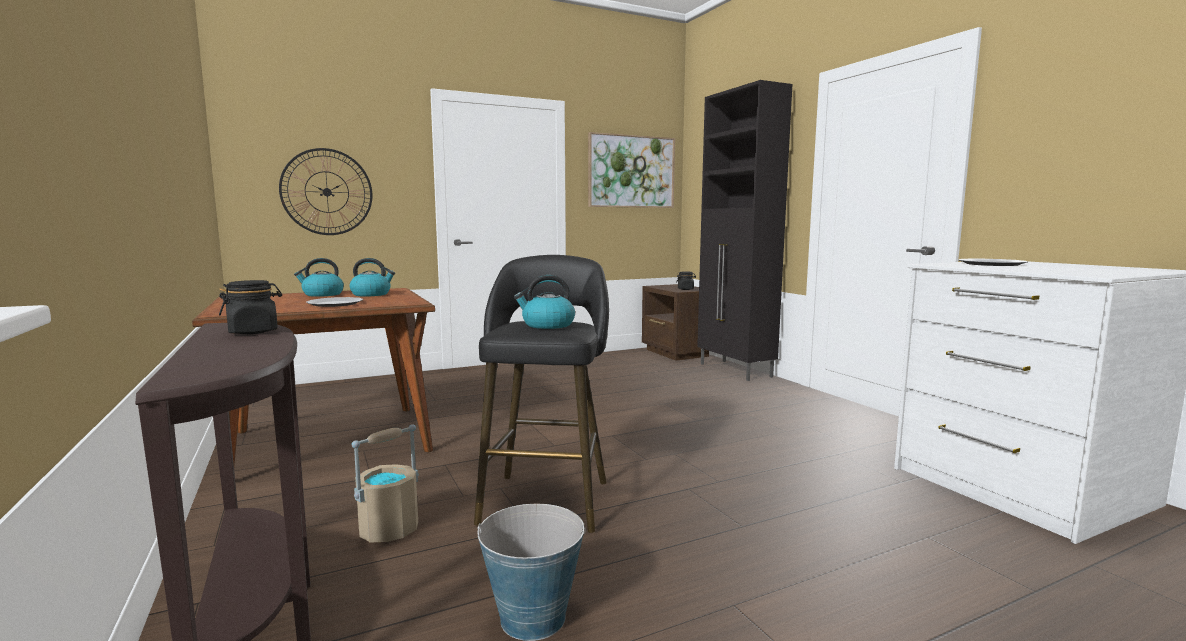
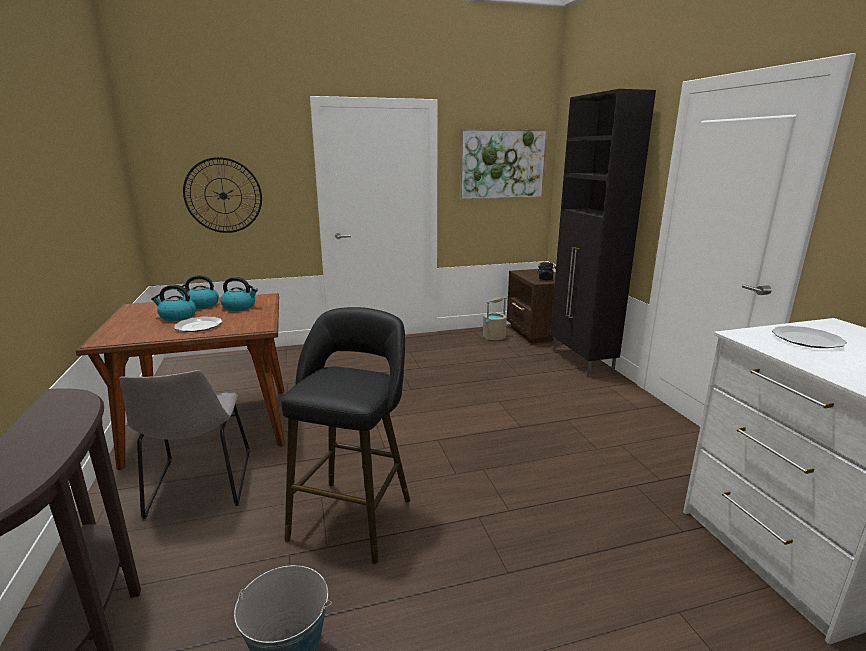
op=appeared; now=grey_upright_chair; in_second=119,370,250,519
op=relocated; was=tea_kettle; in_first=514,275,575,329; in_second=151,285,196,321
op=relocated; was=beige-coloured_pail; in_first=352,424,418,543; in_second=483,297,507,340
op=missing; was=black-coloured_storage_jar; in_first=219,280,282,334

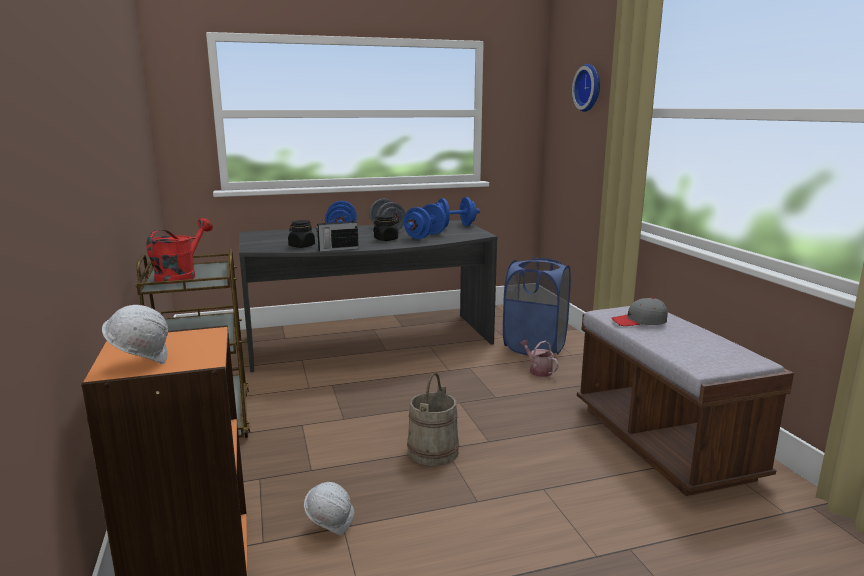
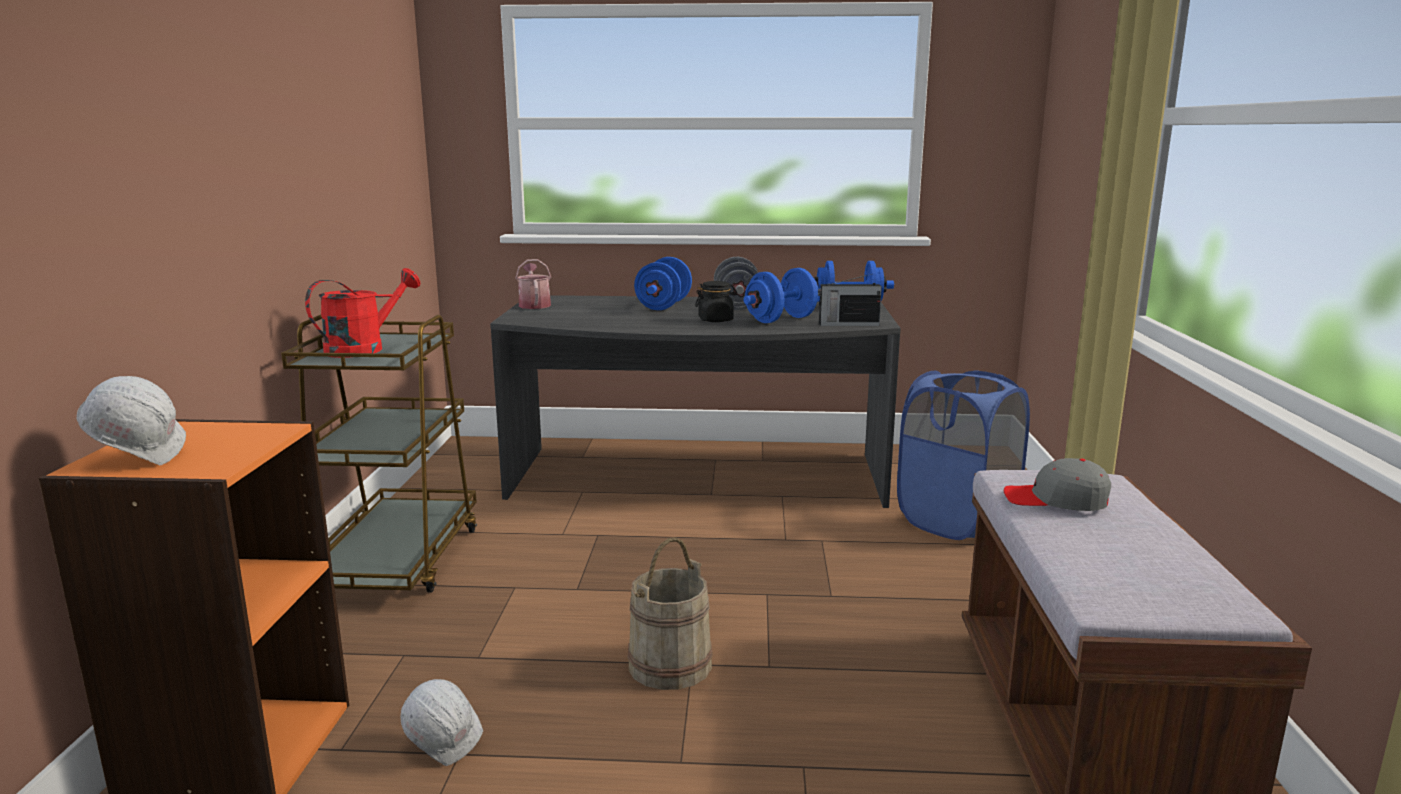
op=relocated; was=watering_pot; in_first=519,340,559,377; in_second=516,259,551,309
op=relocated; was=radio_set; in_first=316,216,359,252; in_second=818,274,882,326
op=missing; was=black-coloured_storage_jar; in_first=288,220,315,248
op=missing; was=wall_clock; in_first=572,64,600,112

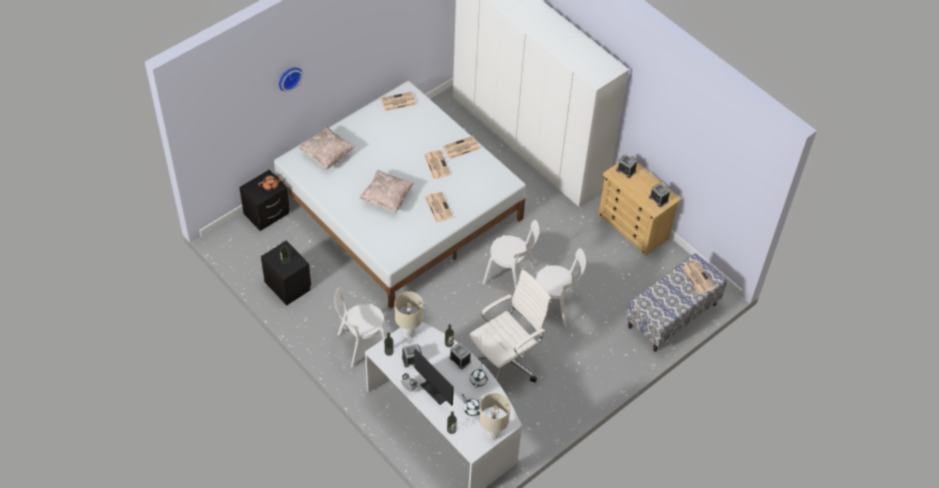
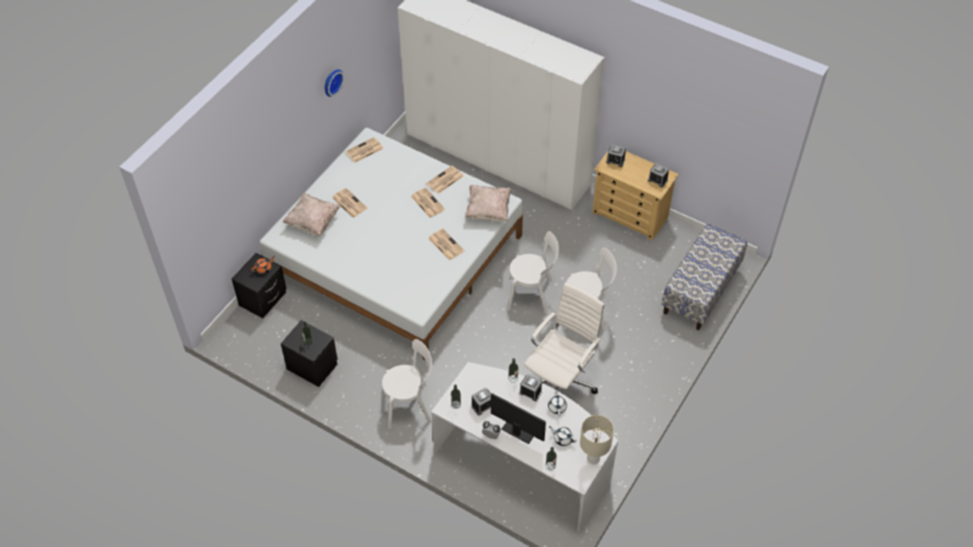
op=relocated; was=wall_clock; in_first=279,67,303,92; in_second=325,69,344,97
op=relocated; was=printed_paper; in_first=682,261,715,294; in_second=332,188,367,218
op=spun; was=white_upright_chair; in_first=334,287,386,368; in_second=382,339,432,429; clockwise=-150
op=relocated; was=beige-coloured_cushion; in_first=359,170,414,213; in_second=465,185,511,221
op=missing; was=beige-coloured_lamp_for_a_table; in_first=394,291,423,339

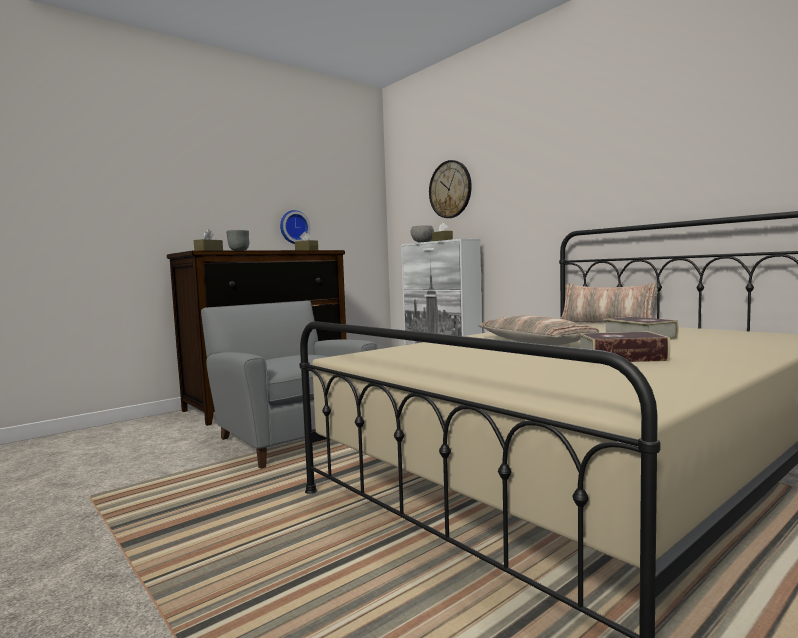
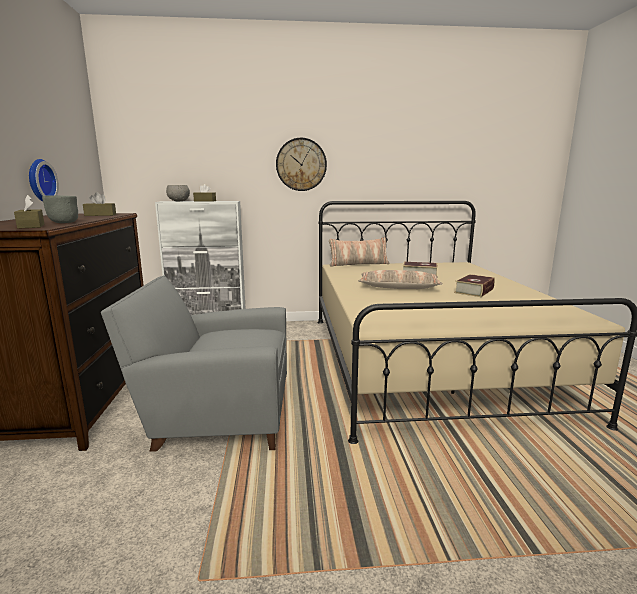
op=relocated; was=wall_clock; in_first=429,160,472,218; in_second=276,138,327,191

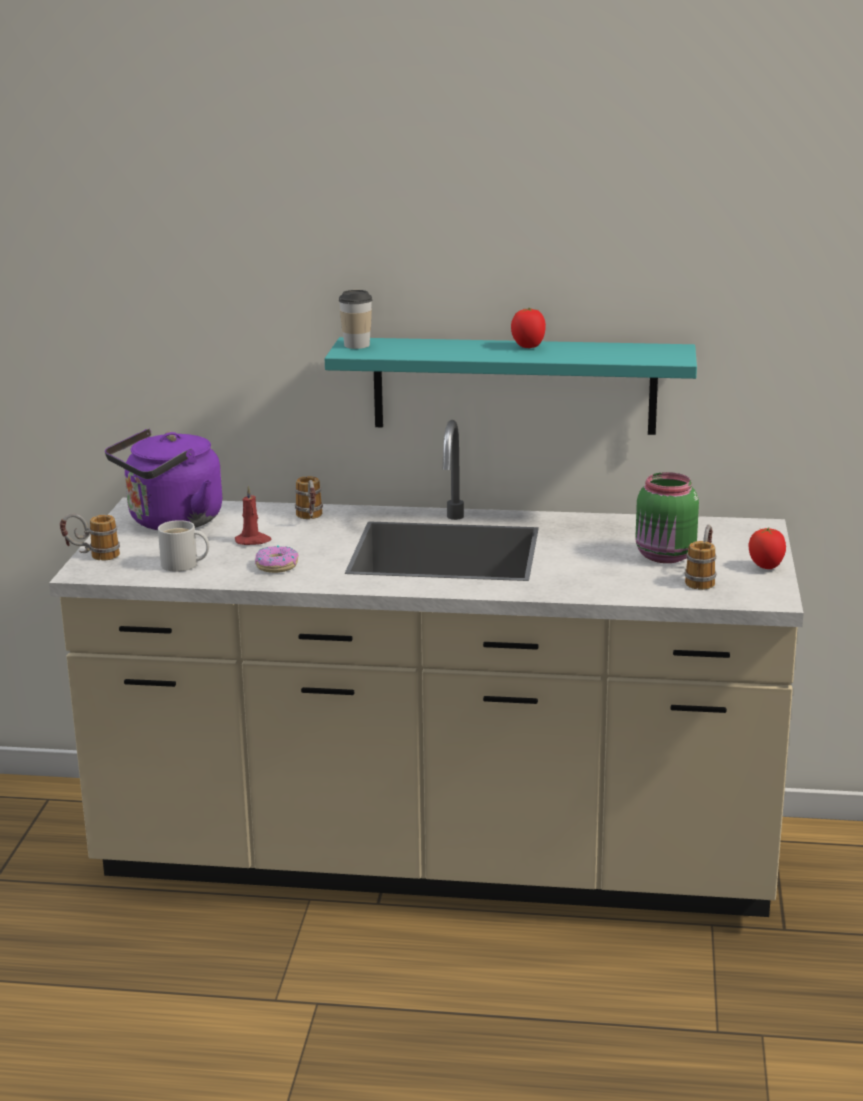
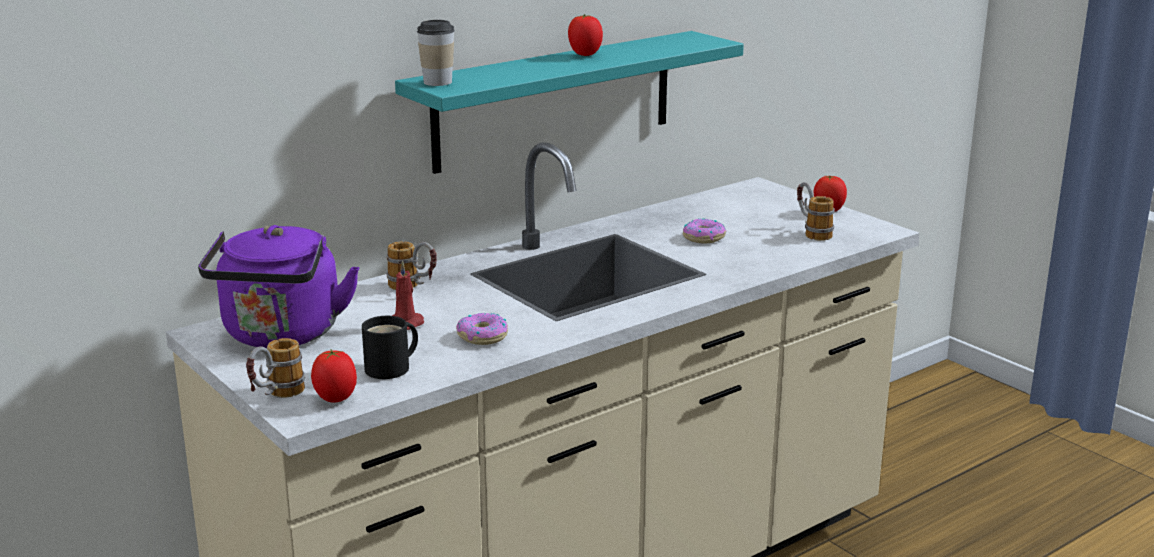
op=appeared; now=whole_tomato; in_second=311,350,357,403
op=colour; was=white_mug; now=black-coloured_mug; in_first=158,520,209,572; in_second=362,316,418,379
op=appeared; now=ring_doughnut; in_second=683,219,727,243
op=missing; was=green-coloured_storage_jar; in_first=635,472,699,563

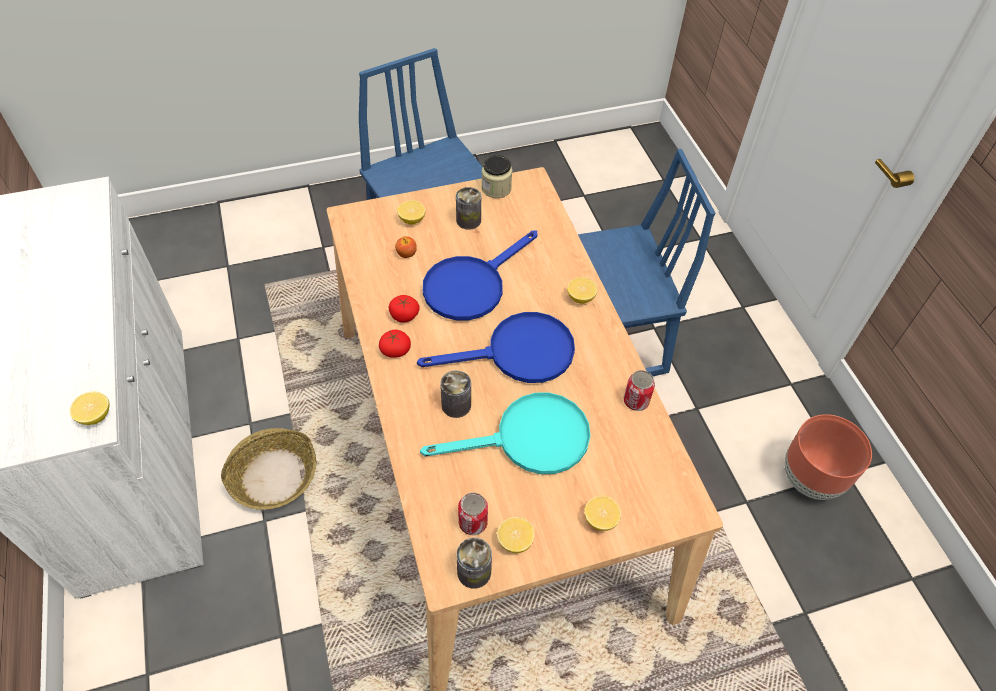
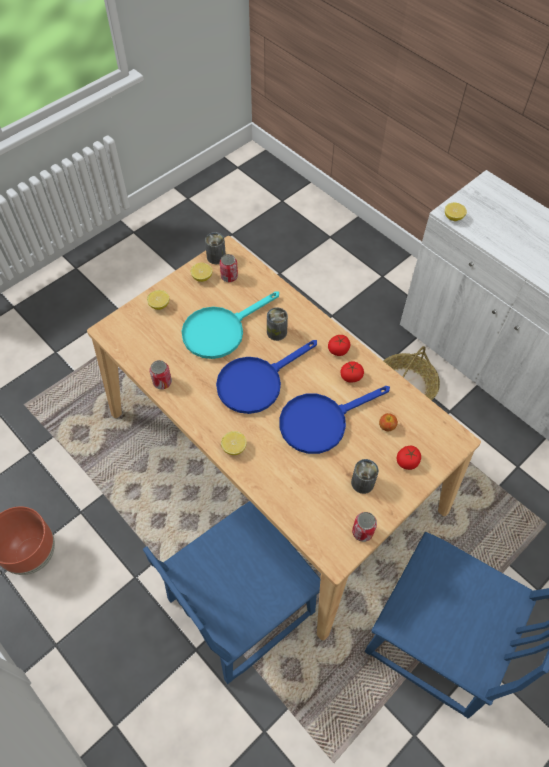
op=spun; was=bluish_frying_pan; in_first=423,230,537,320; in_second=280,386,390,454; clockwise=-135
op=exchanged; was=storage_jar; now=metal_can; in_first=481,155,512,198; in_second=352,512,377,542
op=exchanged; was=lemon; now=whole_tomato; in_first=397,200,425,225; in_second=397,446,421,470

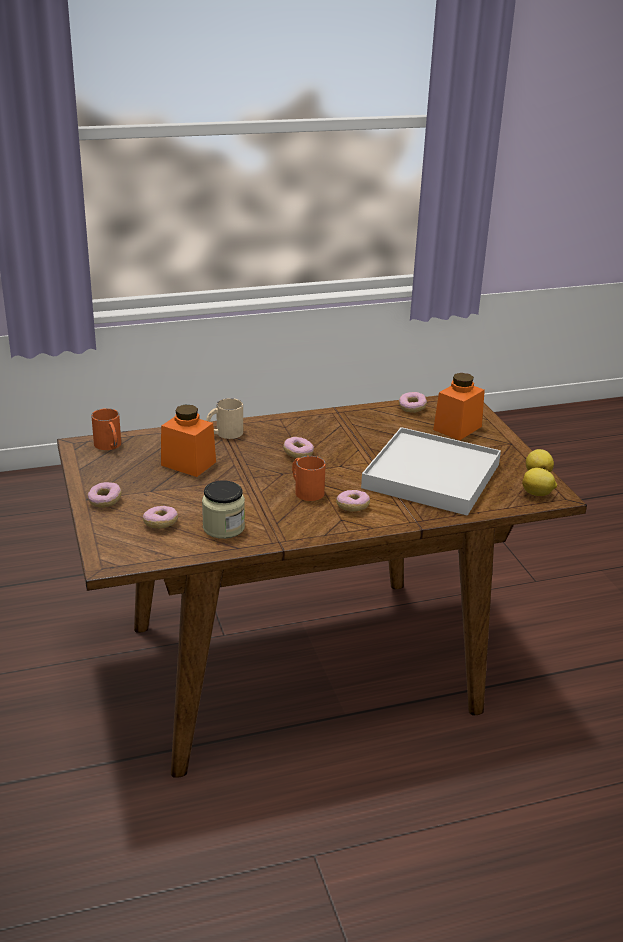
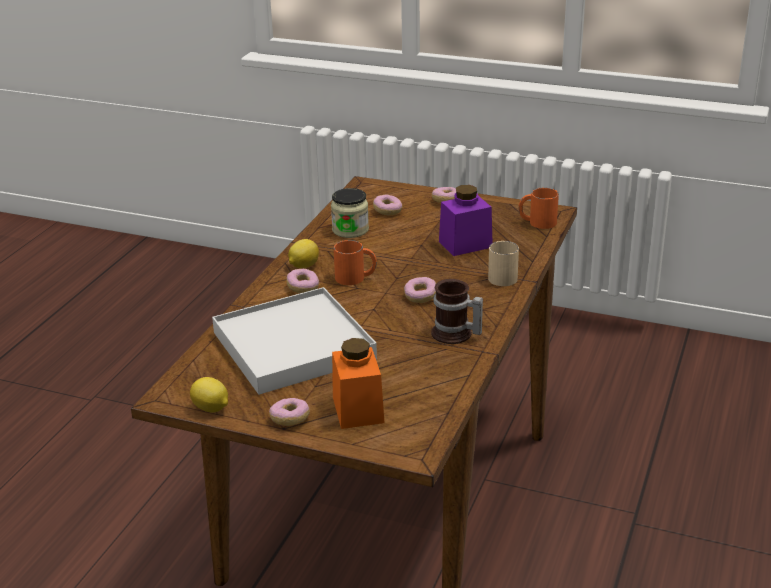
op=relocated; was=ring_doughnut; in_first=399,392,427,413; in_second=269,398,310,426
op=relocated; was=lemon; in_first=522,468,557,496; in_second=288,239,319,268
op=appeared; now=mug; in_second=431,279,483,344
op=colour; was=orange-coloured_storage_jar; now=purple_storage_jar; in_first=161,405,216,477; in_second=439,185,492,256

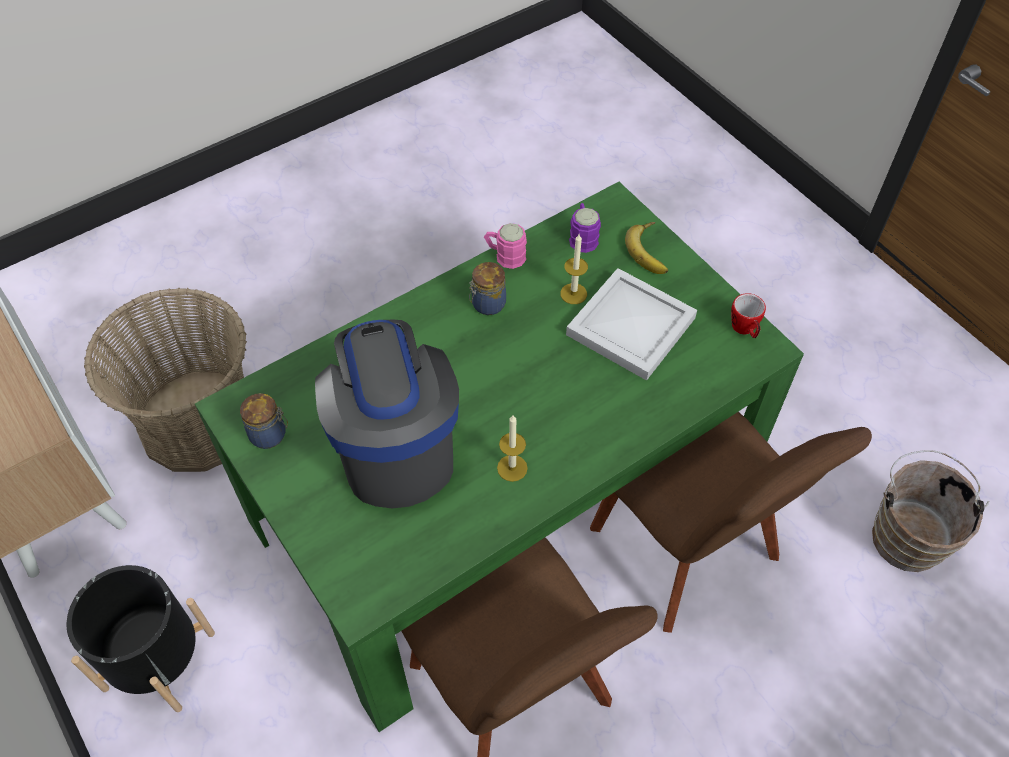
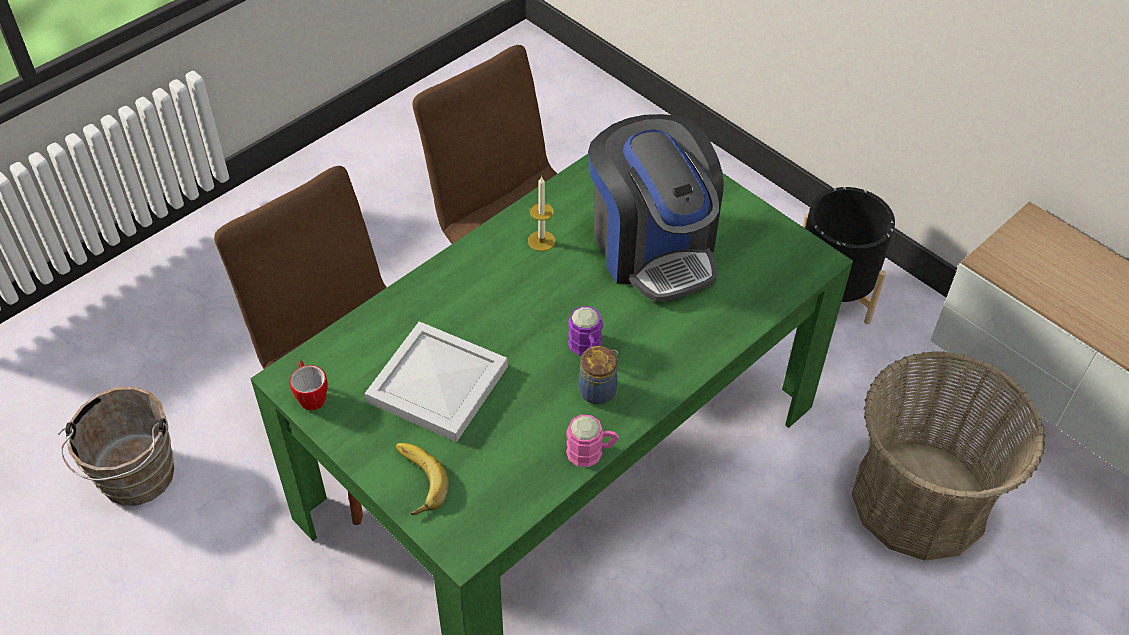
op=relocated; was=purple_mug; in_first=569,203,601,253; in_second=568,306,603,356
op=missing; was=storage_jar; in_first=240,393,288,449
op=missing; was=candle; in_first=560,234,588,304

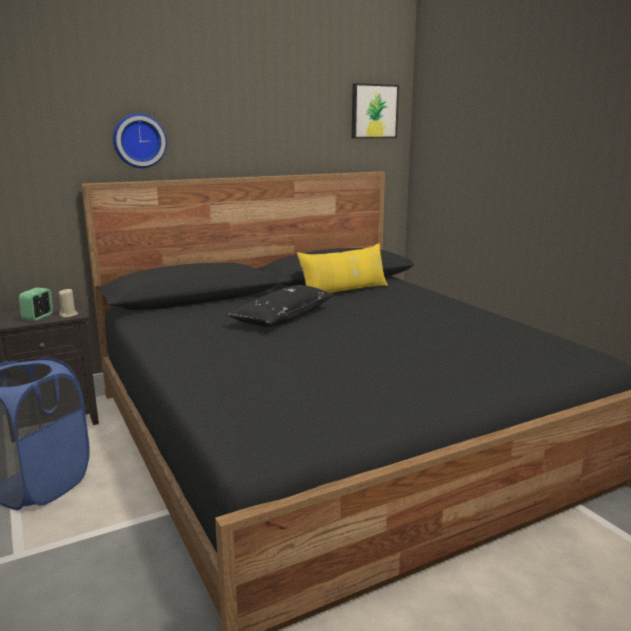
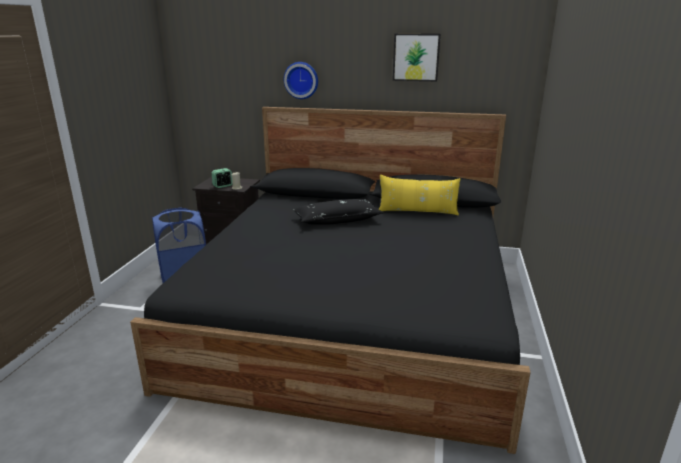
op=relocated; was=picture; in_first=352,83,399,139; in_second=393,34,441,81

